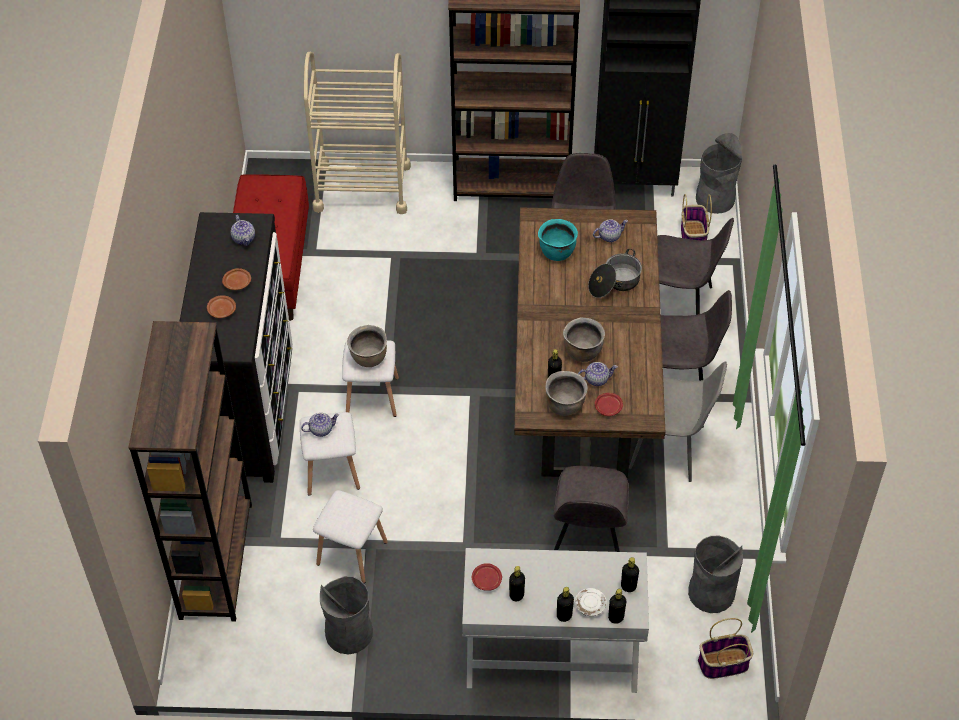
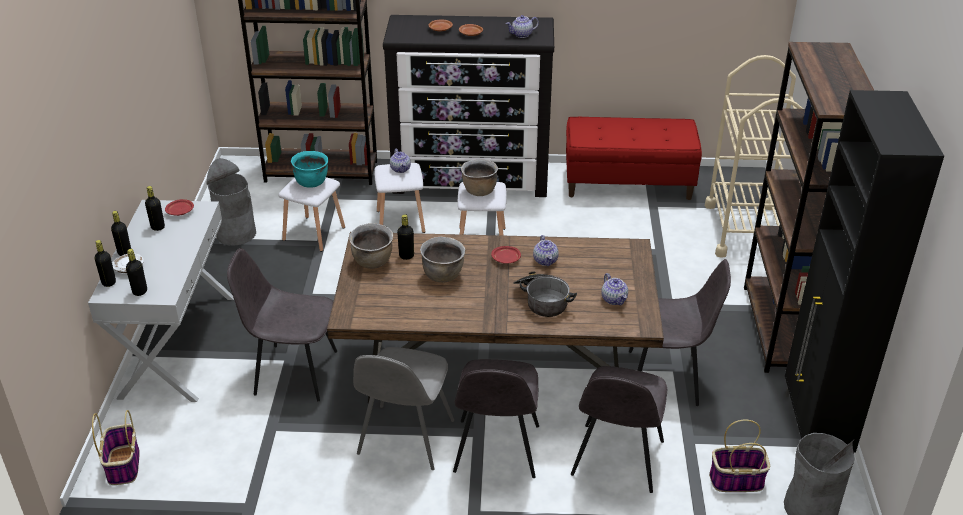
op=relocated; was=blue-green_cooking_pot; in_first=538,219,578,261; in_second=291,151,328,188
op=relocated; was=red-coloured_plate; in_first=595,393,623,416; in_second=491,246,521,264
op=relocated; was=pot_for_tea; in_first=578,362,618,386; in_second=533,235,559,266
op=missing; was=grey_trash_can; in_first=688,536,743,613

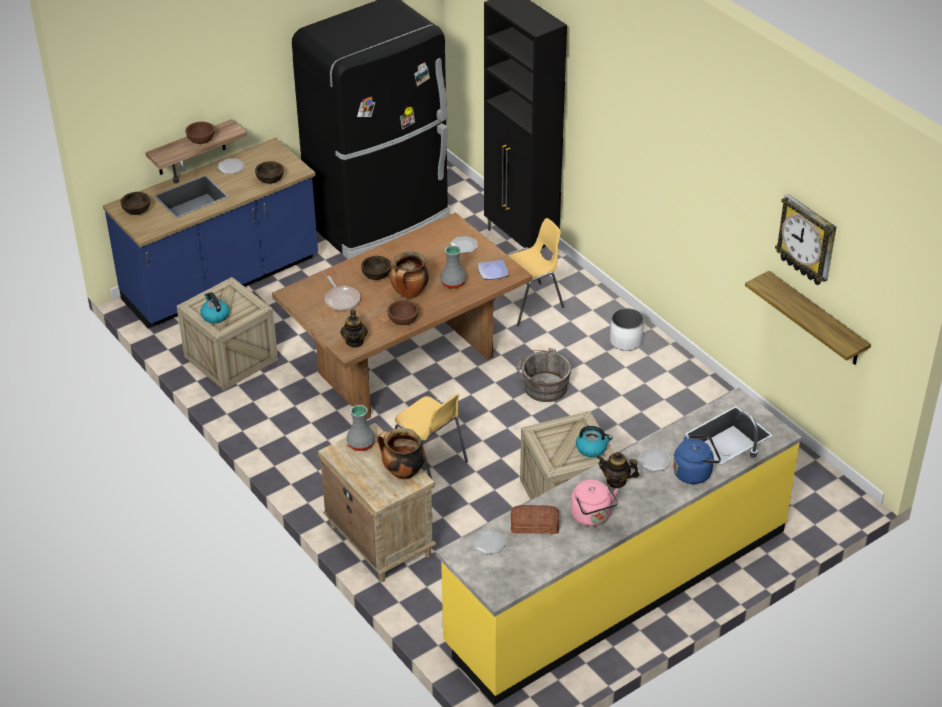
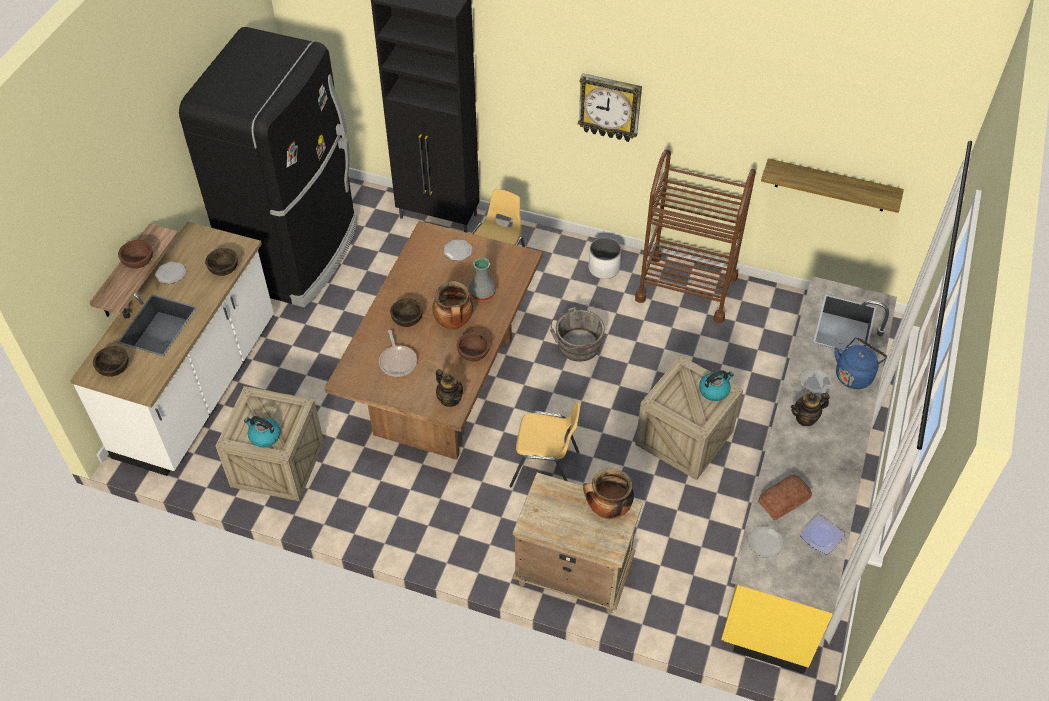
op=colour; was=bluish_kitchen_base_unit; now=white_kitchen_base_unit; in_first=103,138,318,329; in_second=70,221,274,476
op=spun; was=frying_pan; in_first=325,276,360,311; in_second=379,330,417,377; clockwise=45
op=relocated; was=wall_clock; in_first=775,194,836,285; in_second=578,73,642,142
op=appeared; now=brown-coloured_cart; in_second=635,149,756,323
op=relocated; was=plate; in_first=478,260,508,280; in_second=800,515,845,555
op=missing; was=grey_flower_vase; in_first=346,405,375,451
op=missing; was=pinkish_tea_kettle; in_first=571,480,618,526

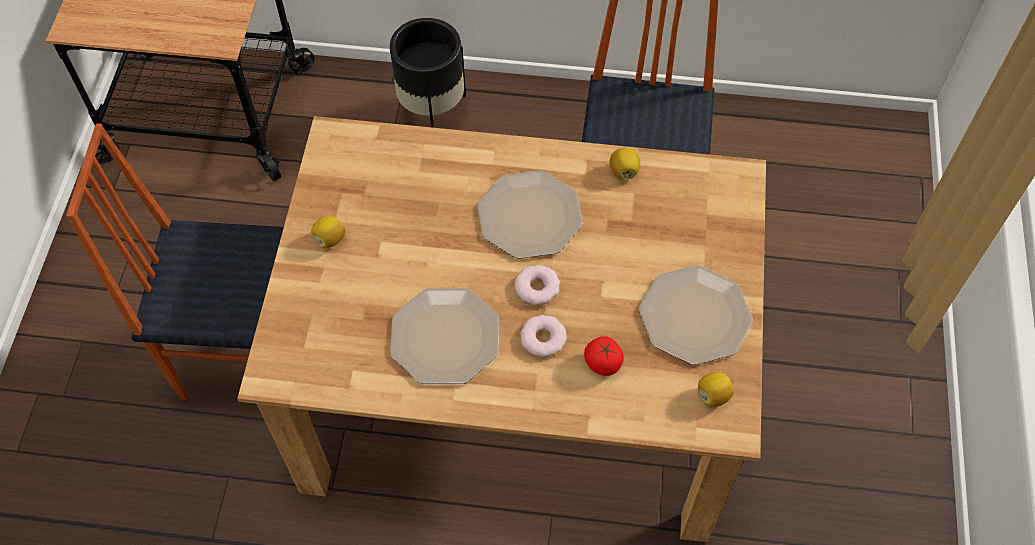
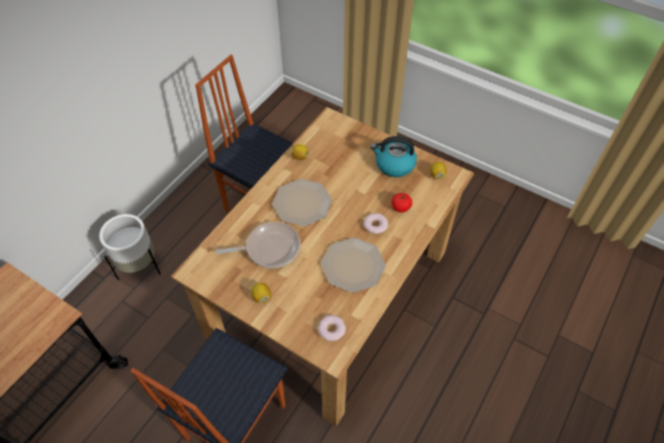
op=colour; was=black-coloured_plant_pot; now=white_plant_pot; in_first=390,18,466,128; in_second=99,214,161,280
op=appeared; now=frying_pan; in_second=216,222,300,268
op=relocated; was=ring_doughnut; in_first=515,265,560,305; in_second=318,315,346,341
op=exchanged; was=plate; now=tea_kettle; in_first=639,265,753,365; in_second=370,136,417,177

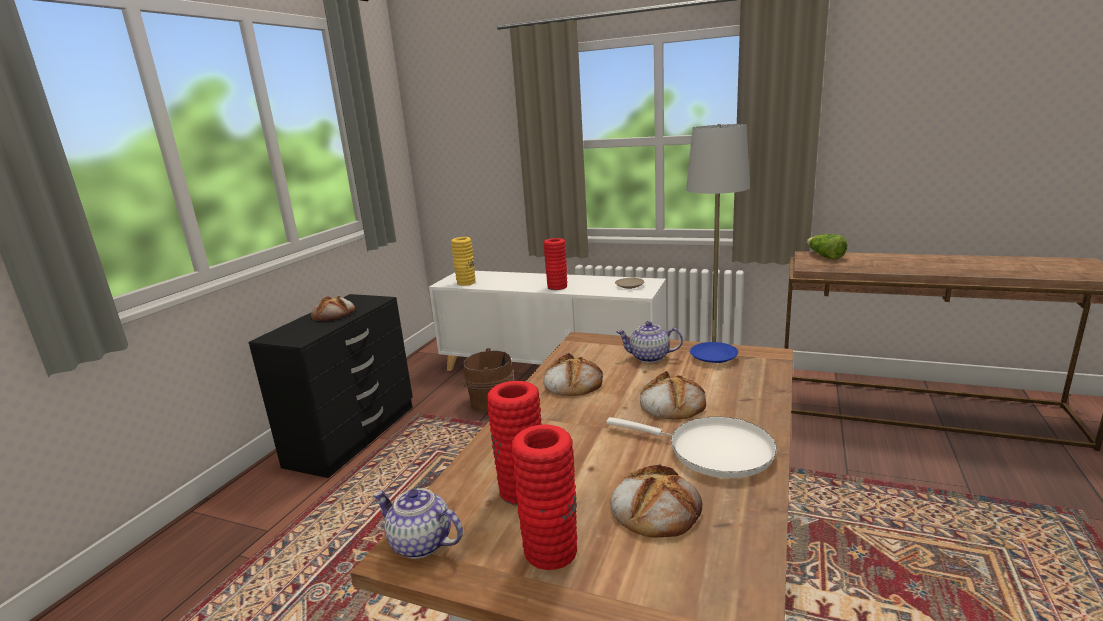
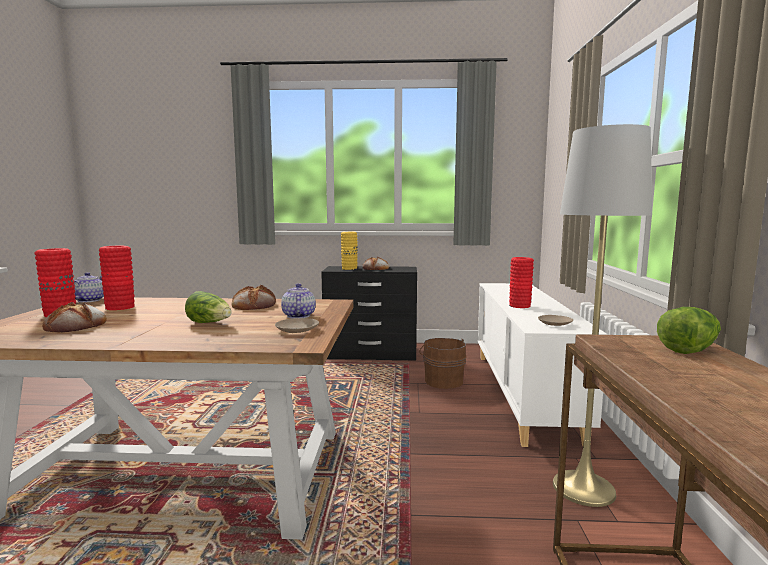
op=exchanged; was=baked_bread; now=lettuce_head; in_first=640,371,706,419; in_second=185,291,232,323
op=colour; was=bluish_plate; now=beige-coloured_plate; in_first=690,342,738,363; in_second=275,318,319,333
op=relocated; was=yellow-coloured_flower_vase; in_first=451,237,476,286; in_second=341,232,358,270
op=missing; was=white_frying_pan; in_first=606,417,777,478

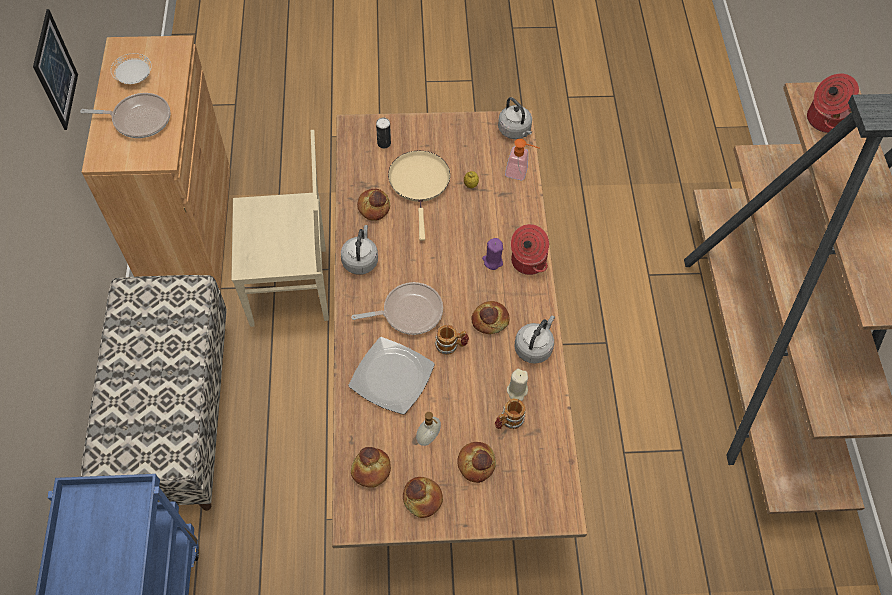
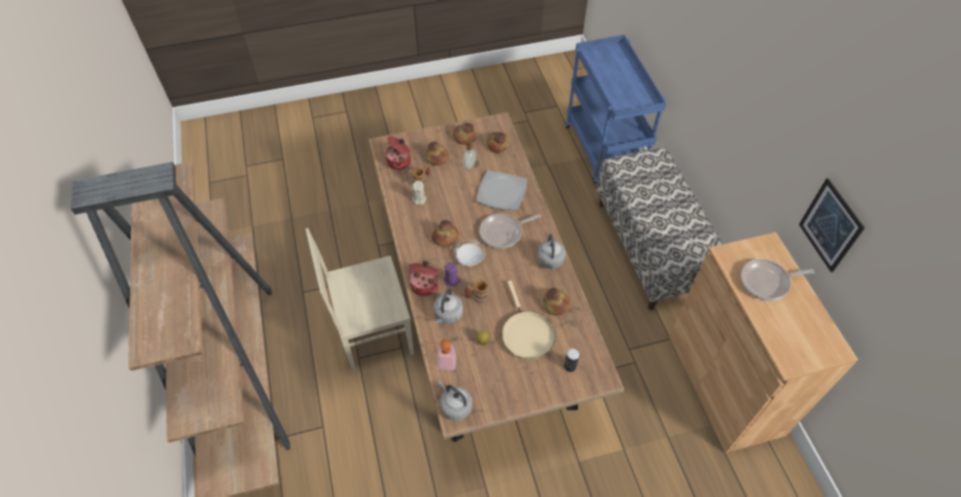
op=relocated; was=beige-coloured_upright_chair; in_first=231,130,329,327; in_second=305,228,414,372
op=relocated; was=cooking_pot; in_first=807,74,859,133; in_second=385,136,411,170
op=relocated; was=grey_tea_kettle; in_first=514,315,555,364; in_second=433,288,463,324
op=relocated; was=white_plate; in_first=111,53,152,84; in_second=454,240,485,266
op=relocated; was=mug; in_first=435,325,469,355; in_second=465,280,490,303

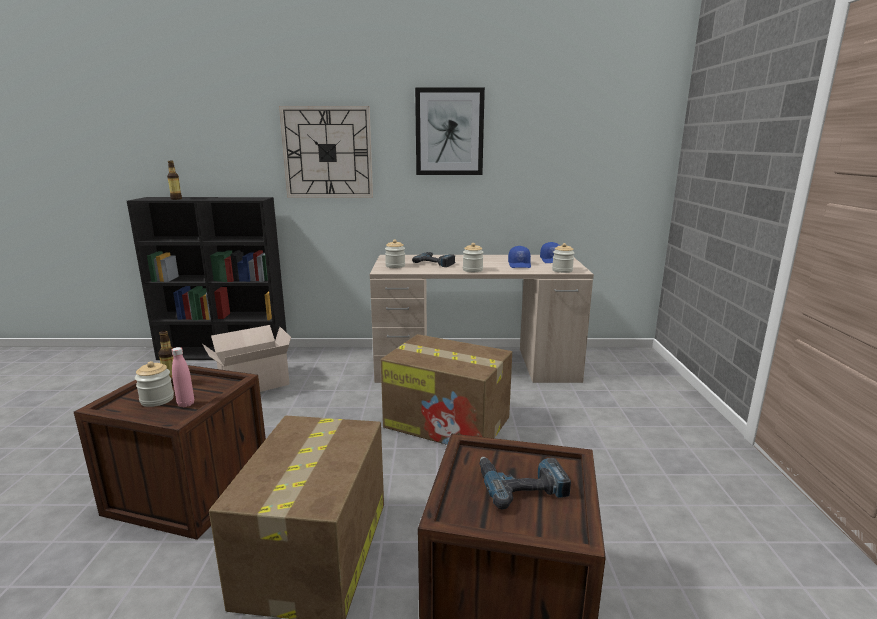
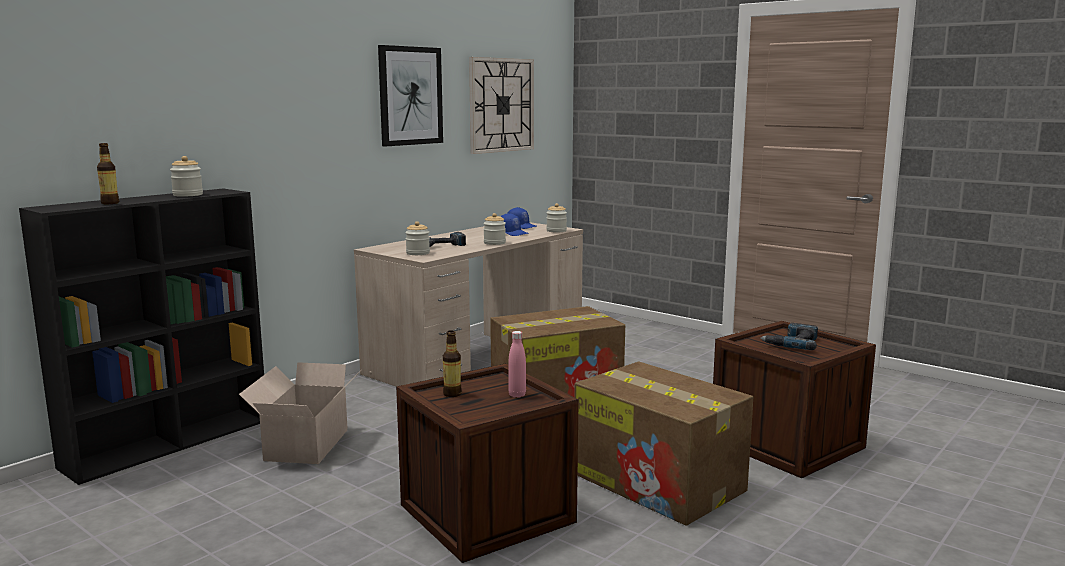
op=relocated; was=storage_jar; in_first=135,361,174,407; in_second=170,156,203,197
op=relocated; was=wall_clock; in_first=279,106,373,198; in_second=469,57,534,154

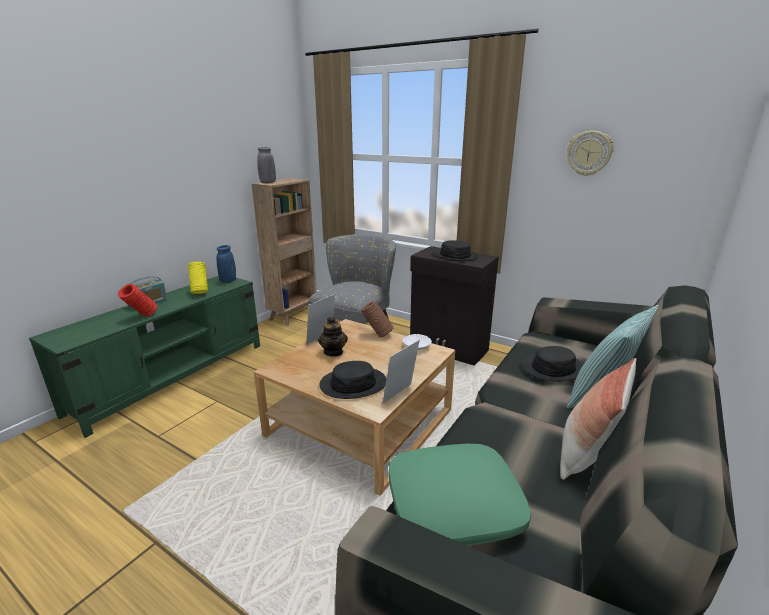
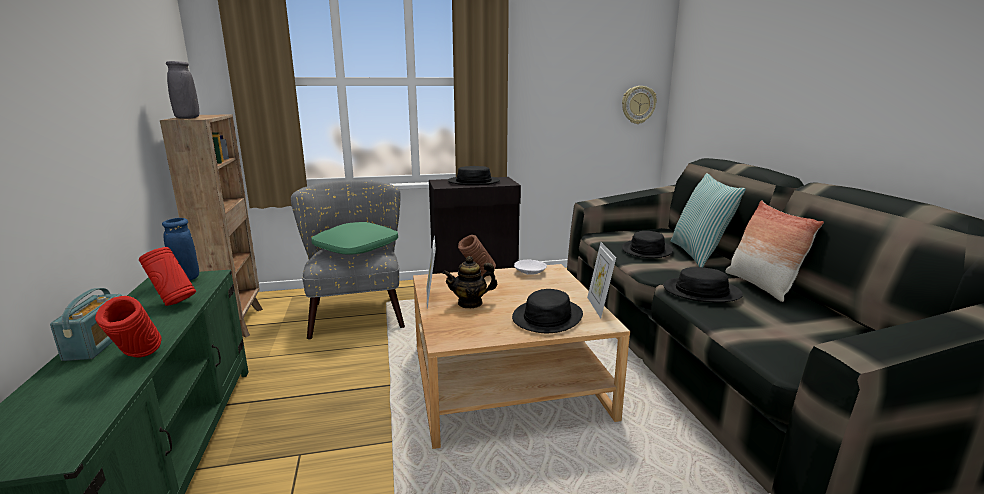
op=colour; was=yellow-coloured_flower_vase; now=red-coloured_flower_vase; in_first=188,262,208,294; in_second=139,247,196,306
op=relocated; was=green-coloured_cushion; in_first=388,444,531,546; in_second=311,222,398,255
op=spun; was=pot_for_tea; in_first=318,317,348,357; in_second=443,256,497,308; clockwise=135
op=relocated; was=wall_clock; in_first=567,131,614,176; in_second=622,86,657,124
op=appeared; now=black-coloured_hat; in_second=663,267,743,302

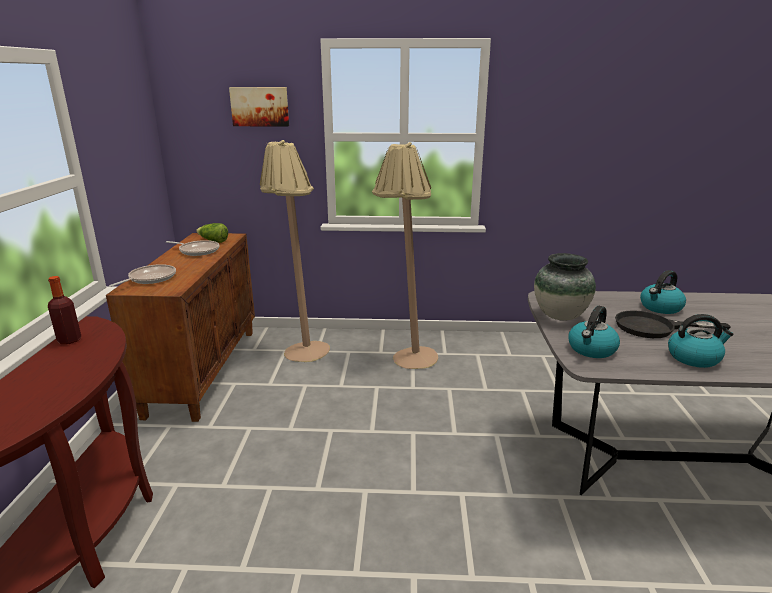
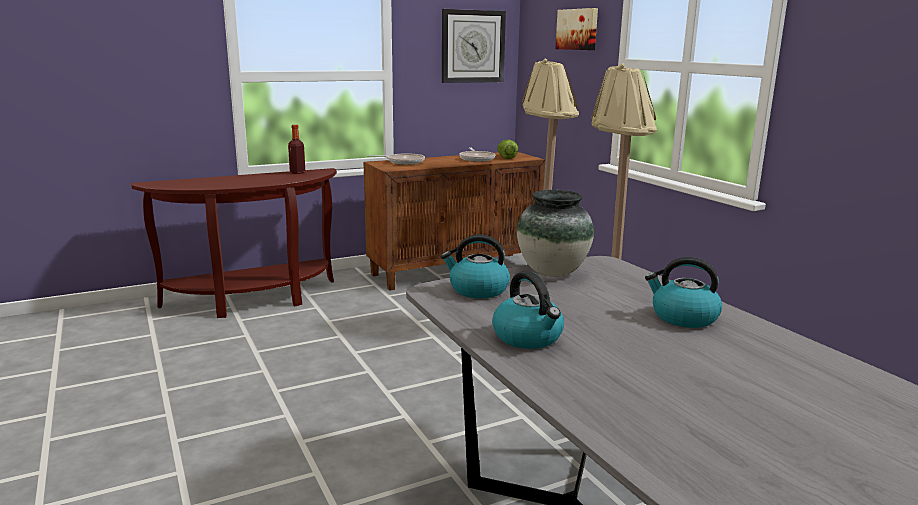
op=appeared; now=wall_clock; in_second=442,9,506,83
op=missing; was=black-coloured_frying_pan; in_first=615,310,731,338

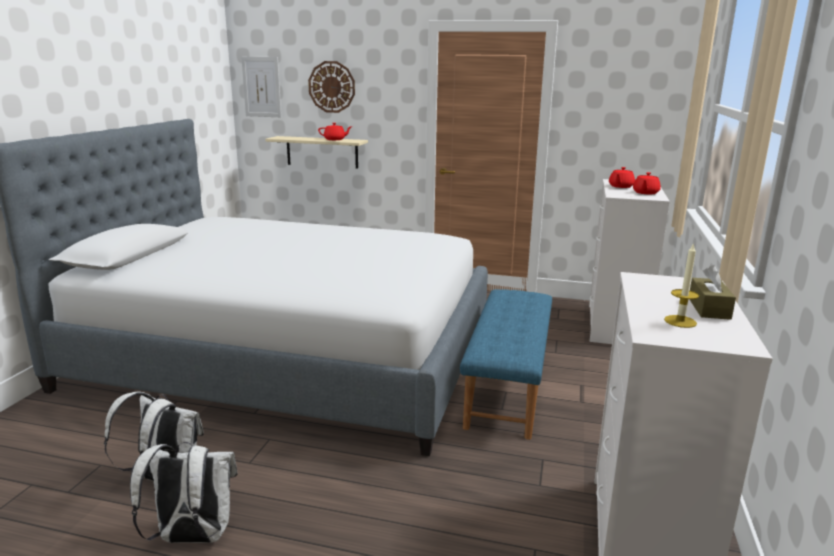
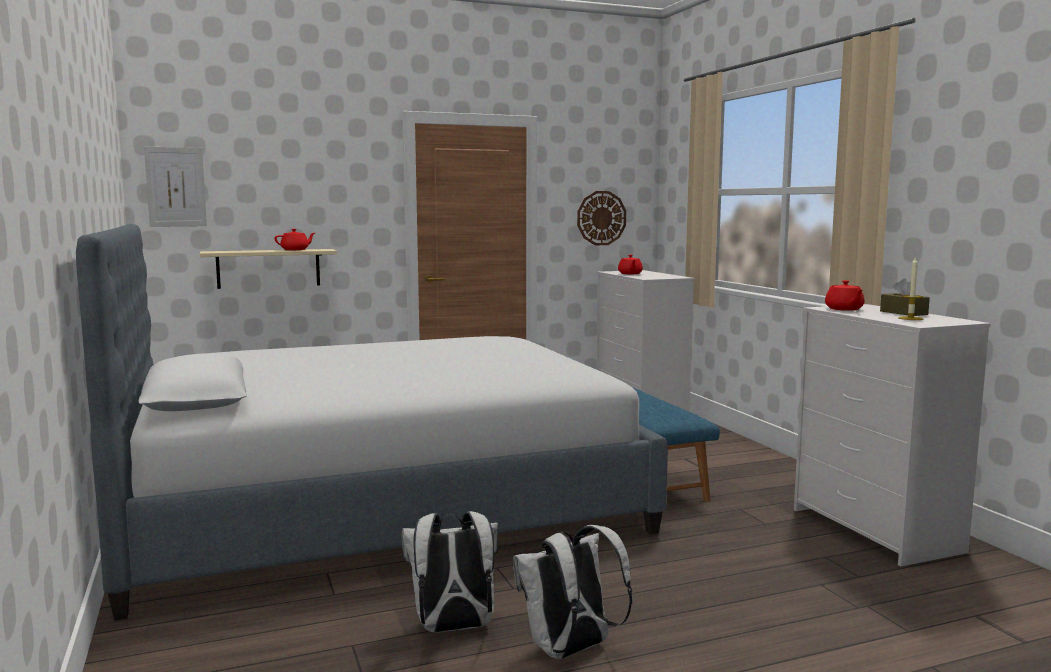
op=relocated; was=wall_clock; in_first=308,61,355,113; in_second=577,191,626,245
op=relocated; was=red-coloured_pot_for_tea; in_first=633,172,661,195; in_second=825,280,865,311

